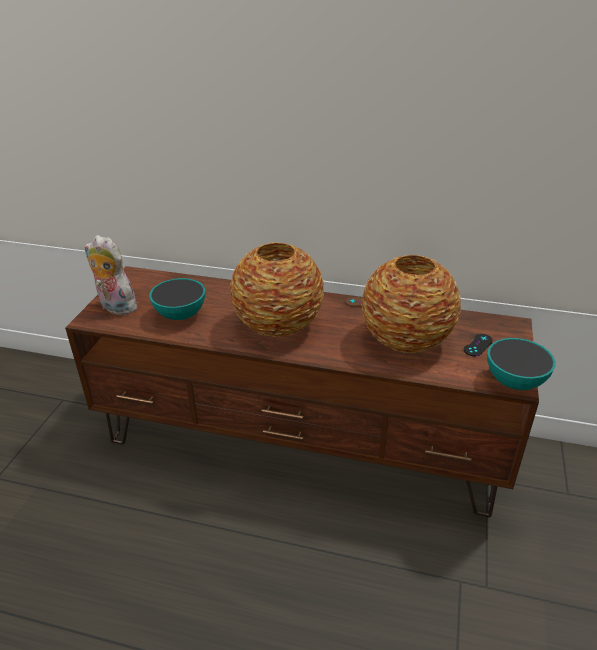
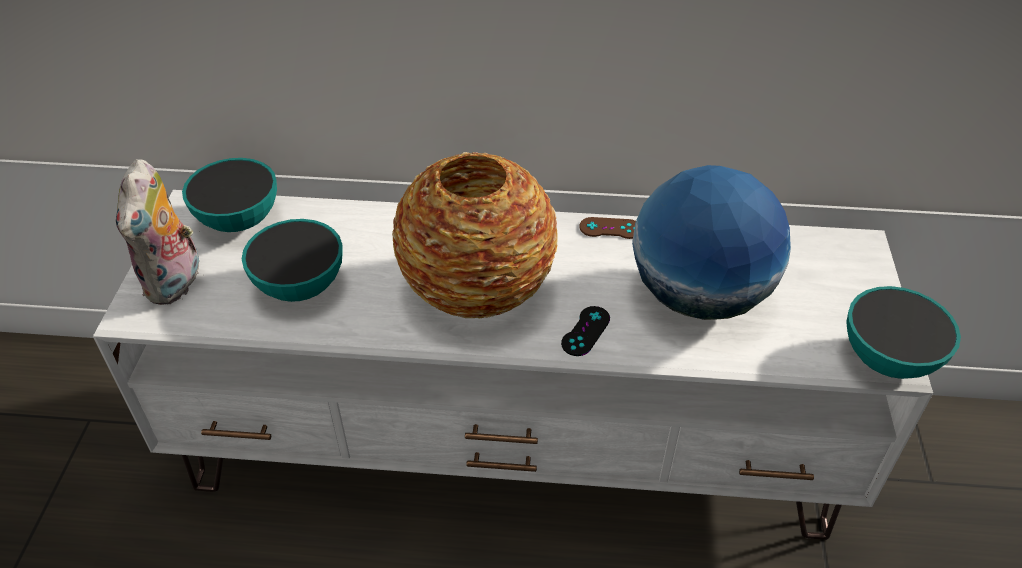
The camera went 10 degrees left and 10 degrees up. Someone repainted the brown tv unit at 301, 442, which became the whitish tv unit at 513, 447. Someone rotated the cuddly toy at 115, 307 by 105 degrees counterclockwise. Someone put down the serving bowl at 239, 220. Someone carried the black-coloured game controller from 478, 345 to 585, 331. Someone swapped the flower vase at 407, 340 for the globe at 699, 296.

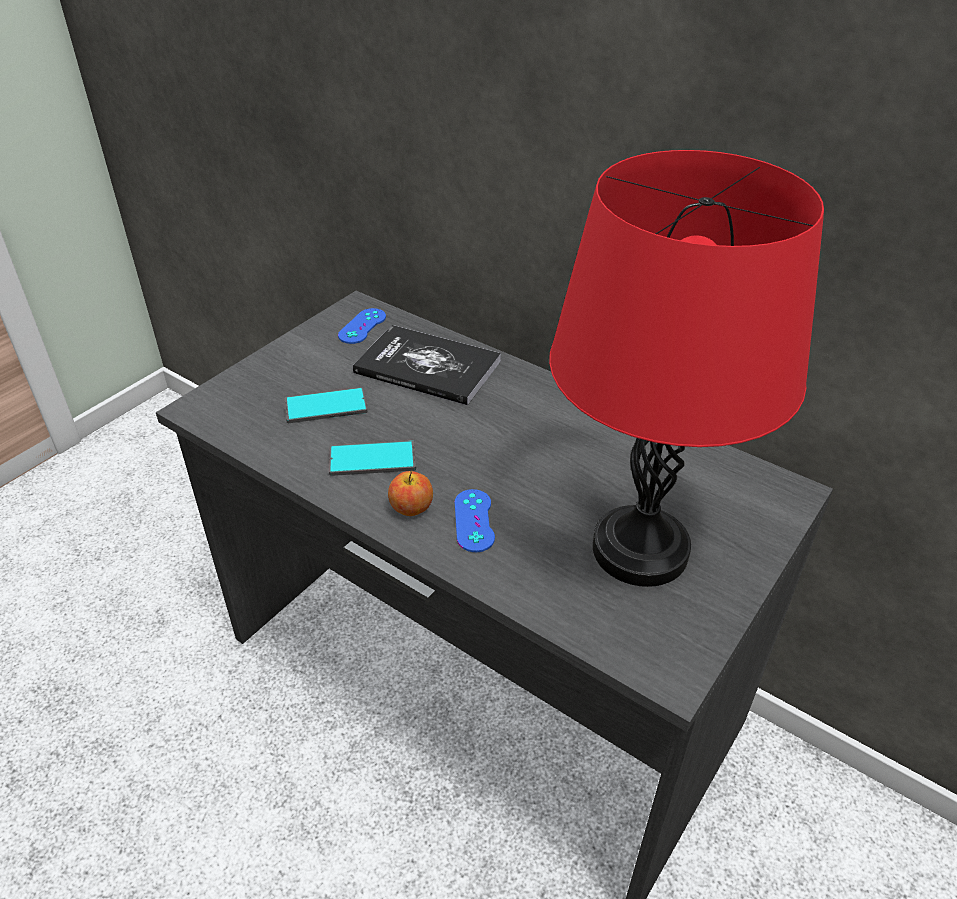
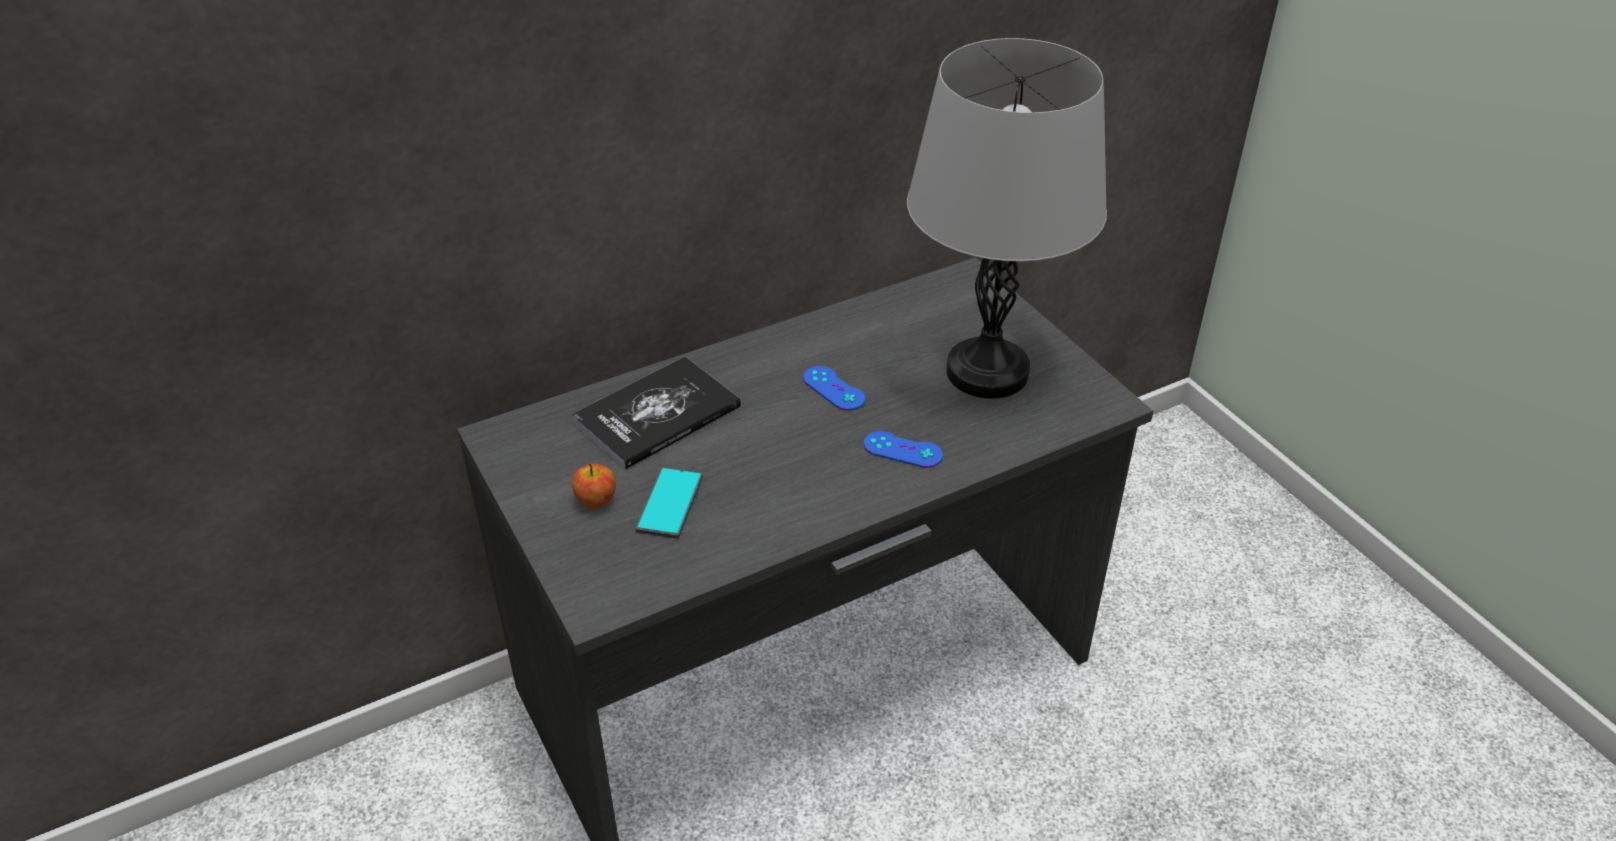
The camera went 65 degrees left and 0 degrees up. Someone carried the whole apple from 411, 508 to 596, 500. Someone carried the bluish game controller from 362, 326 to 834, 388. Someone repainted the reddish table lamp at 640, 550, which became the greyish table lamp at 987, 372. Someone took away the telephone at 372, 459.

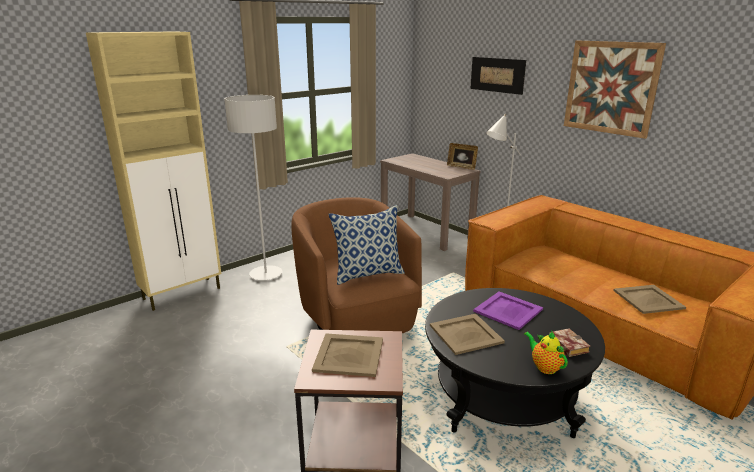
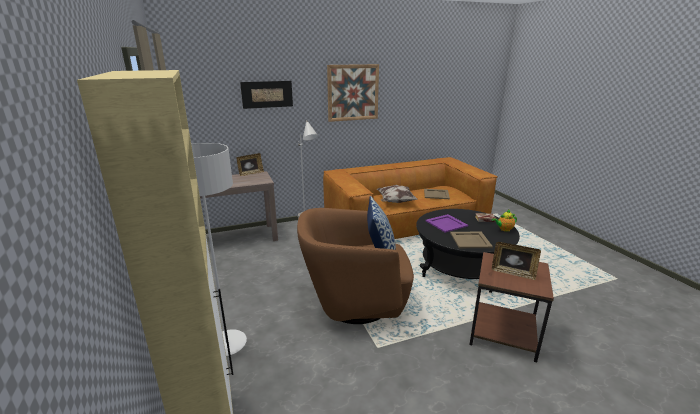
The camera went 70 degrees left and 0 degrees up. Someone put down the cushion at 395, 202. Someone swapped the beige-coloured carrying tray at 349, 355 for the picture frame at 513, 273.

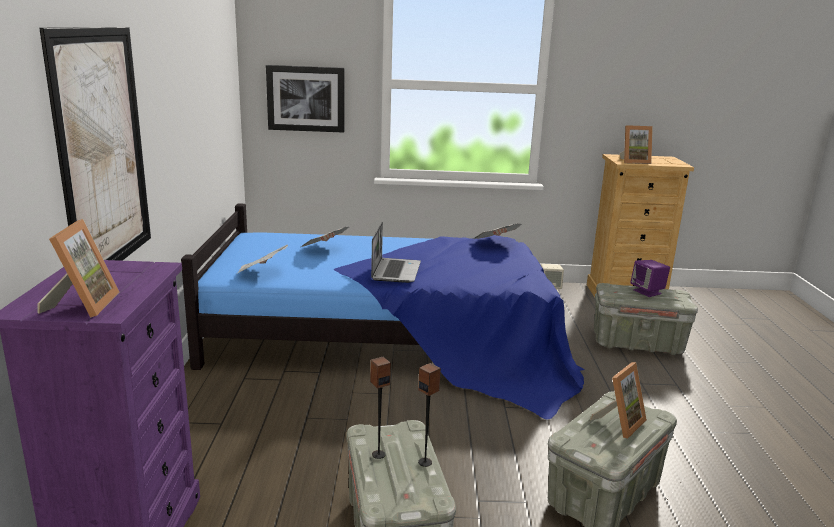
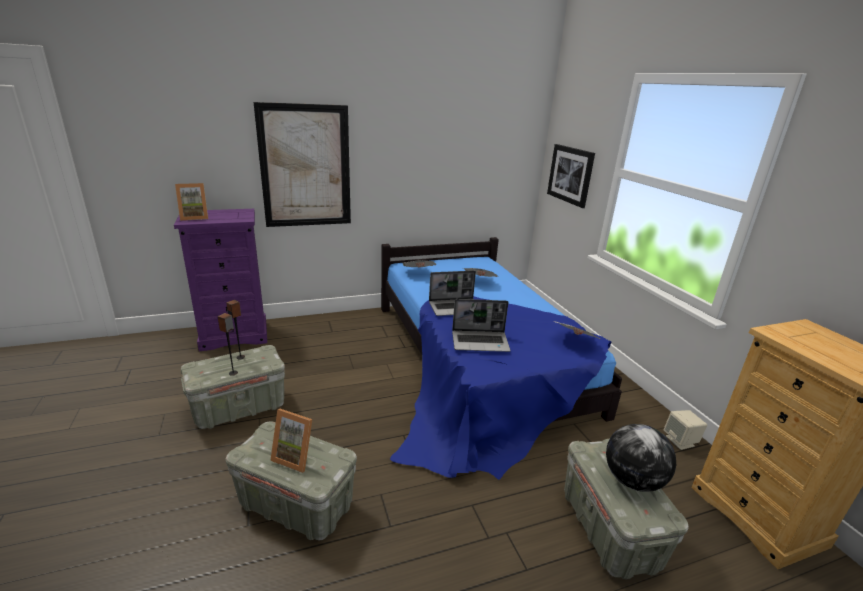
The camera went 70 degrees right and 5 degrees up. Someone put down the laptop at 480, 342. Someone swapped the purple speaker at 647, 292 for the globe at 633, 481. Someone took away the picture frame at 634, 162.

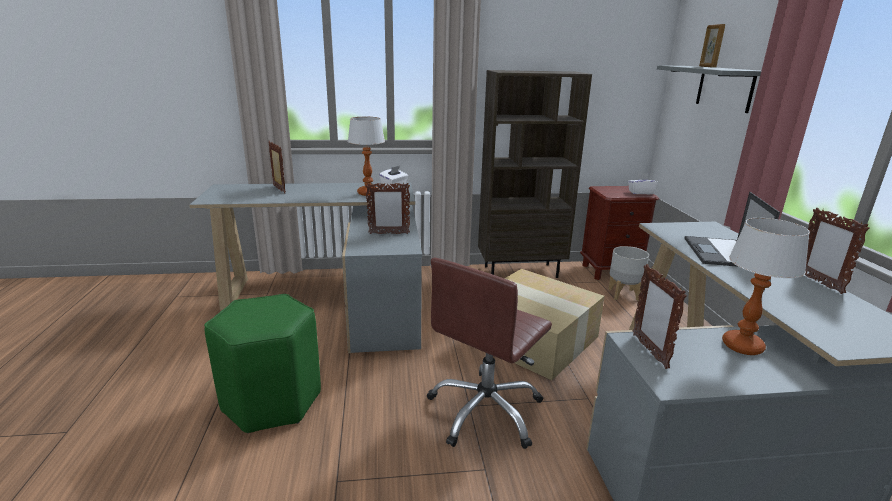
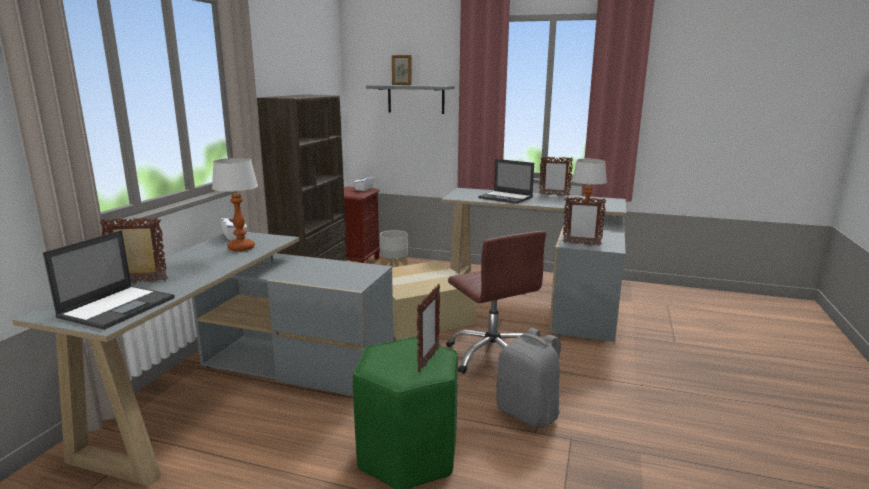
The camera went 65 degrees left and 5 degrees down. Someone put down the laptop at 118, 307. Someone carried the picture frame from 388, 233 to 428, 360. Someone put down the greyish knapsack at 528, 413.

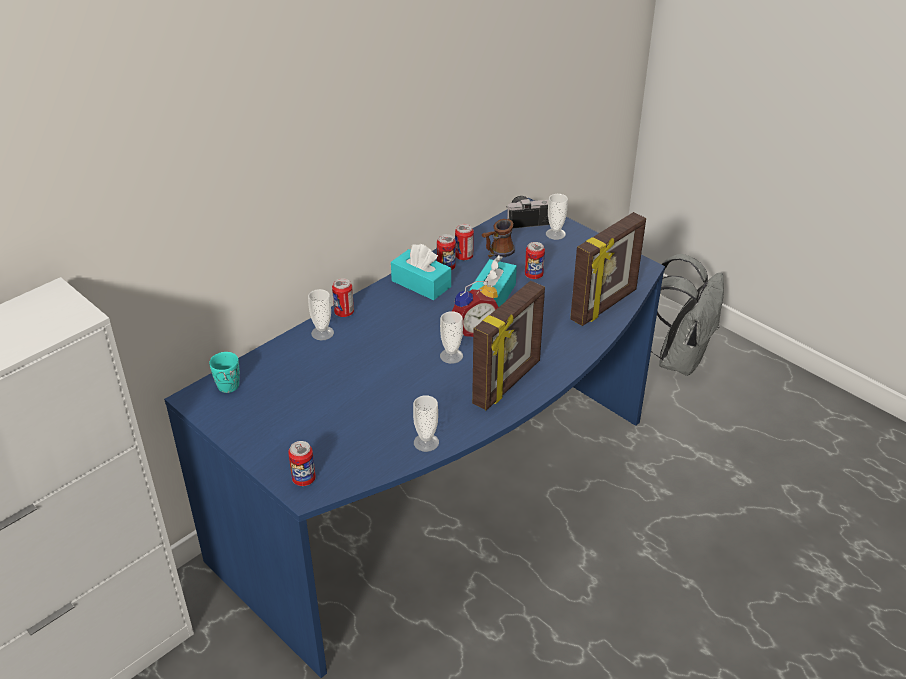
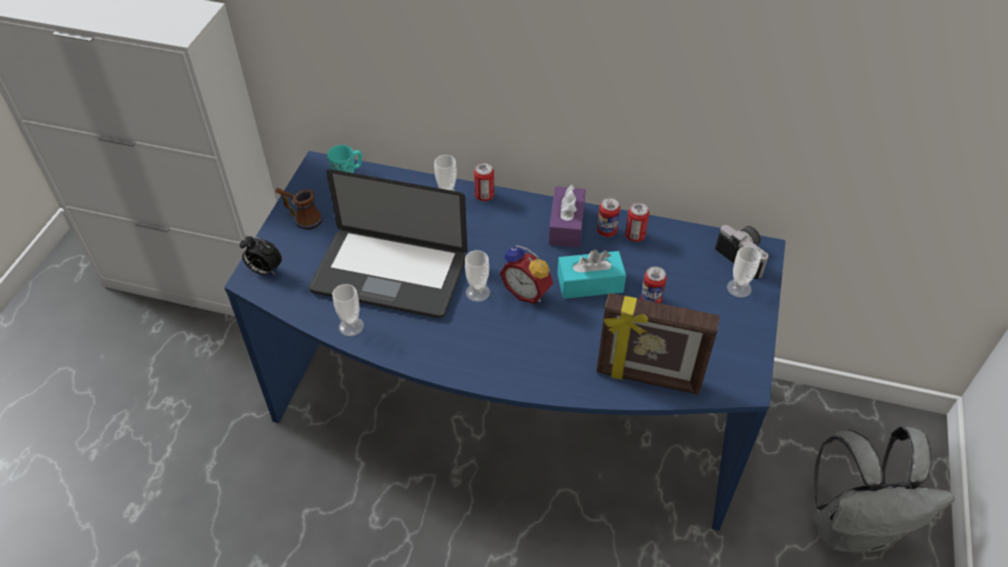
The camera went 60 degrees right and 10 degrees up. Someone swapped the can at 304, 479 for the bedside clock at 264, 270. Someone carried the coffee mug from 497, 253 to 302, 218. Someone put down the laptop at 389, 275. Someone repainted the turquoise tissue holder at 421, 284, which became the purple tissue holder at 566, 225. Someone took away the picture frame at 508, 383.

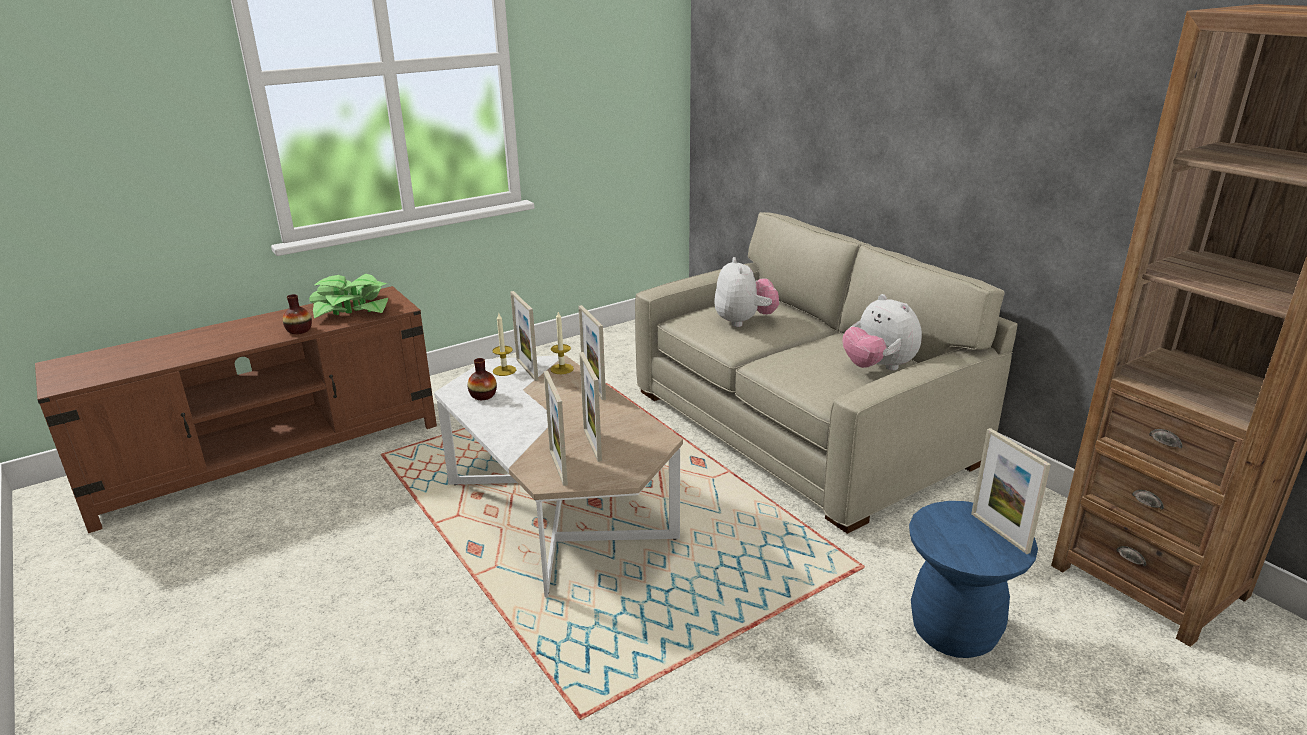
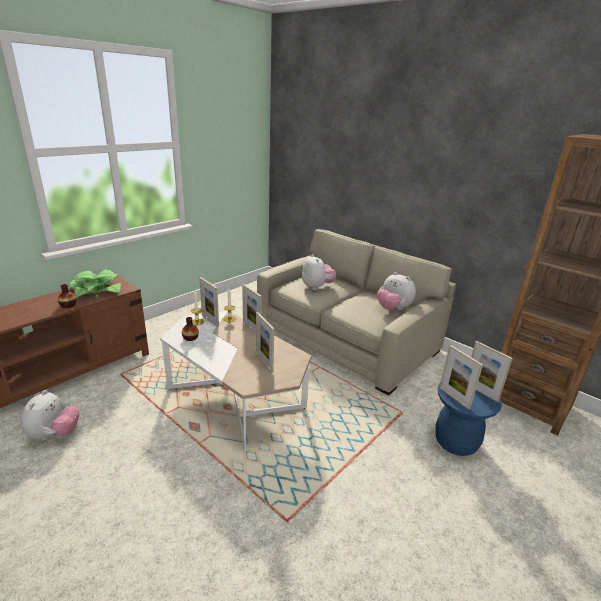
The camera went 15 degrees left and 0 degrees up. Someone put down the cuddly toy at 54, 434. Someone carried the picture frame from 558, 467 to 454, 398.

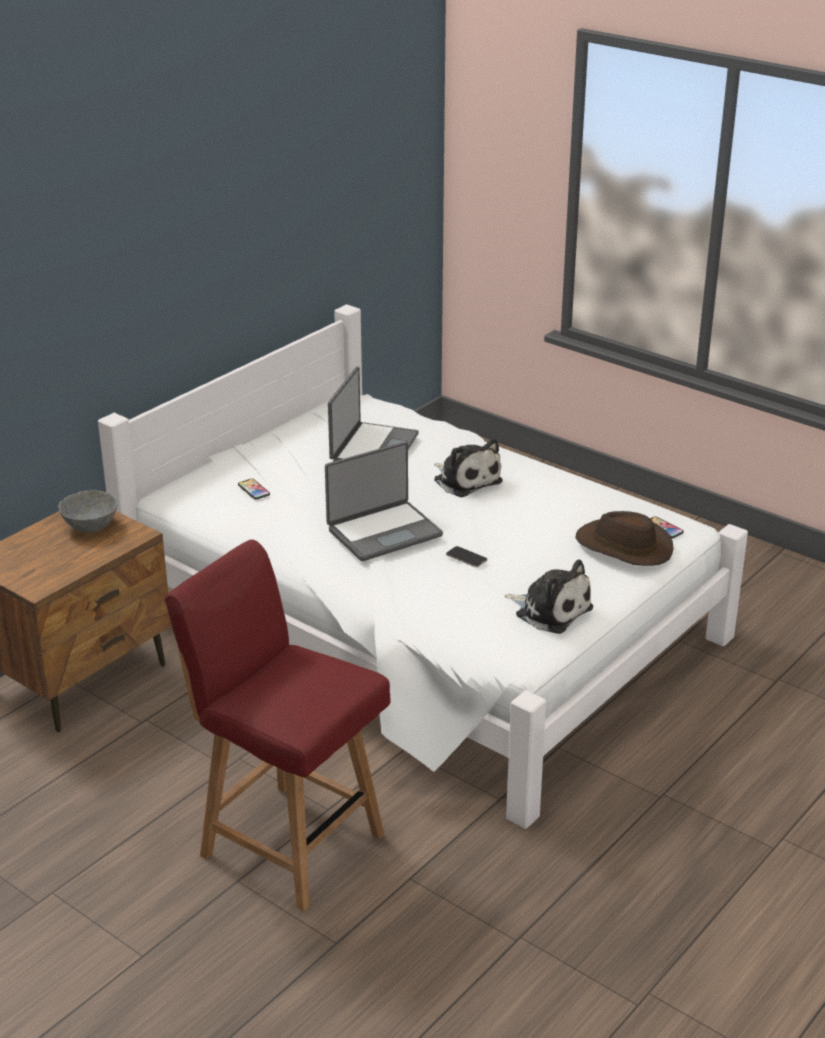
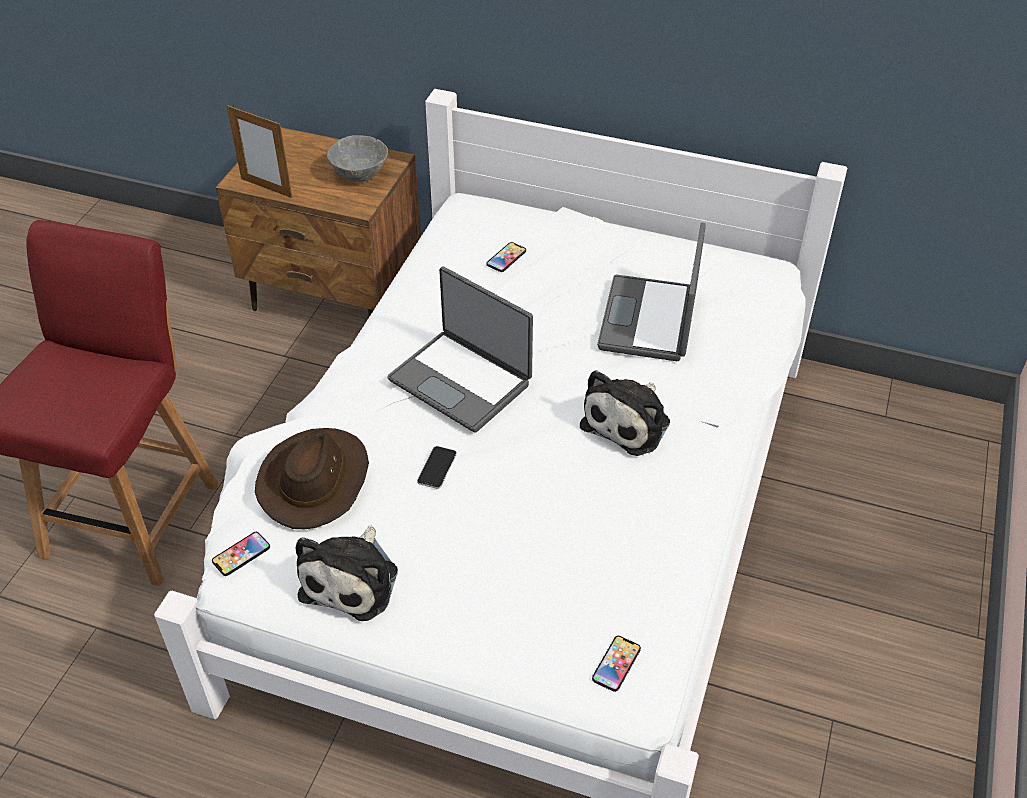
The camera went 70 degrees right and 15 degrees up. Someone put down the telephone at 241, 554. Someone put down the picture frame at 266, 188. Someone carried the brown clothing hat from 623, 547 to 315, 480. Someone rotated the laptop at 372, 449 by 105 degrees clockwise.

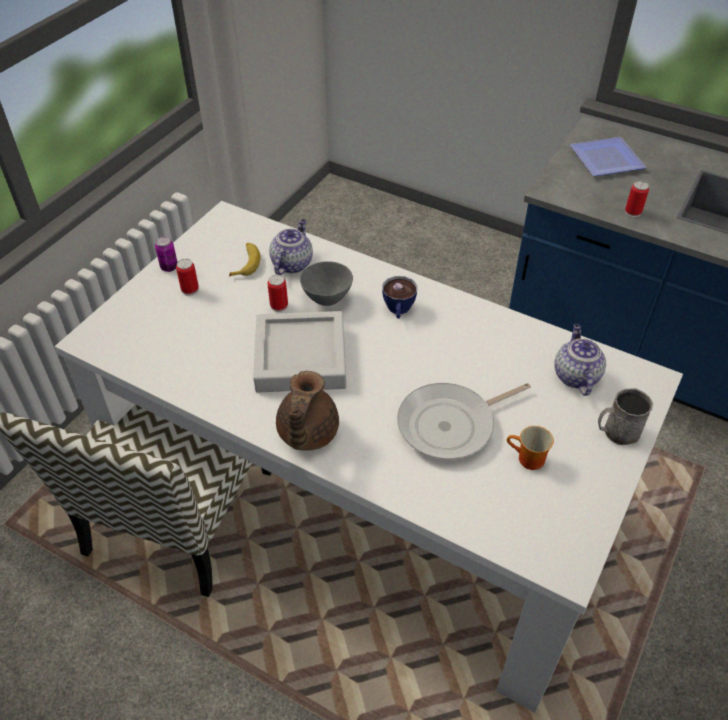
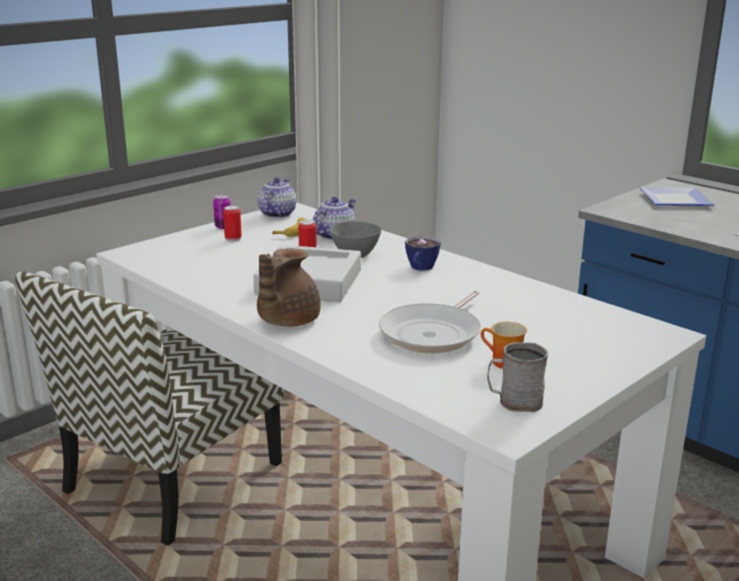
The camera went 15 degrees right and 25 degrees down. Someone carried the tea pot from 575, 375 to 277, 214. Someone rotated the pan at 451, 425 by 45 degrees counterclockwise. Someone carried the greyish coffee mug from 616, 432 to 514, 402. Someone took away the can at 632, 212.

